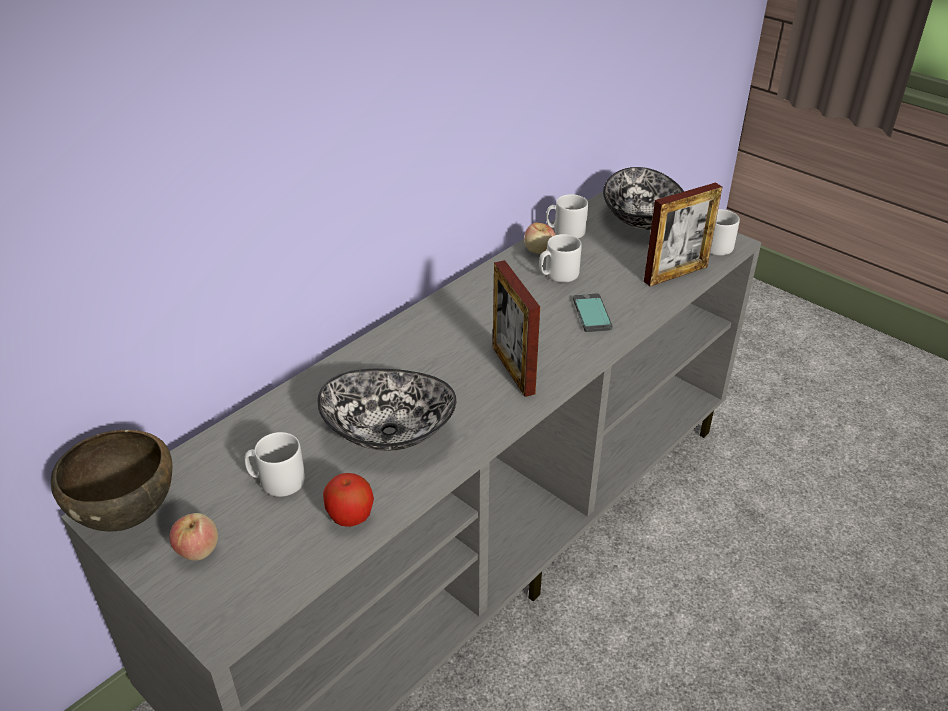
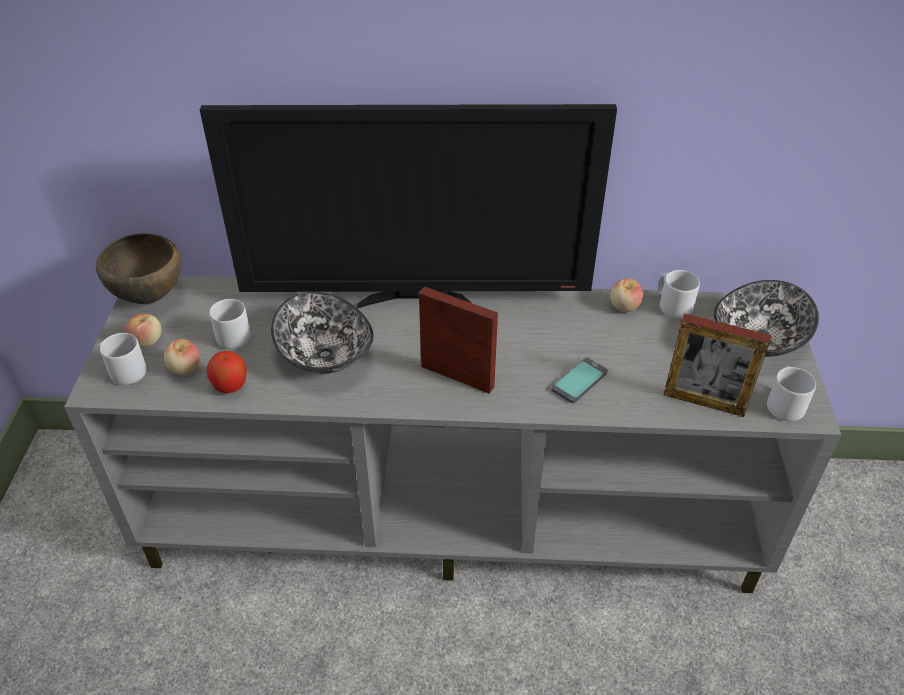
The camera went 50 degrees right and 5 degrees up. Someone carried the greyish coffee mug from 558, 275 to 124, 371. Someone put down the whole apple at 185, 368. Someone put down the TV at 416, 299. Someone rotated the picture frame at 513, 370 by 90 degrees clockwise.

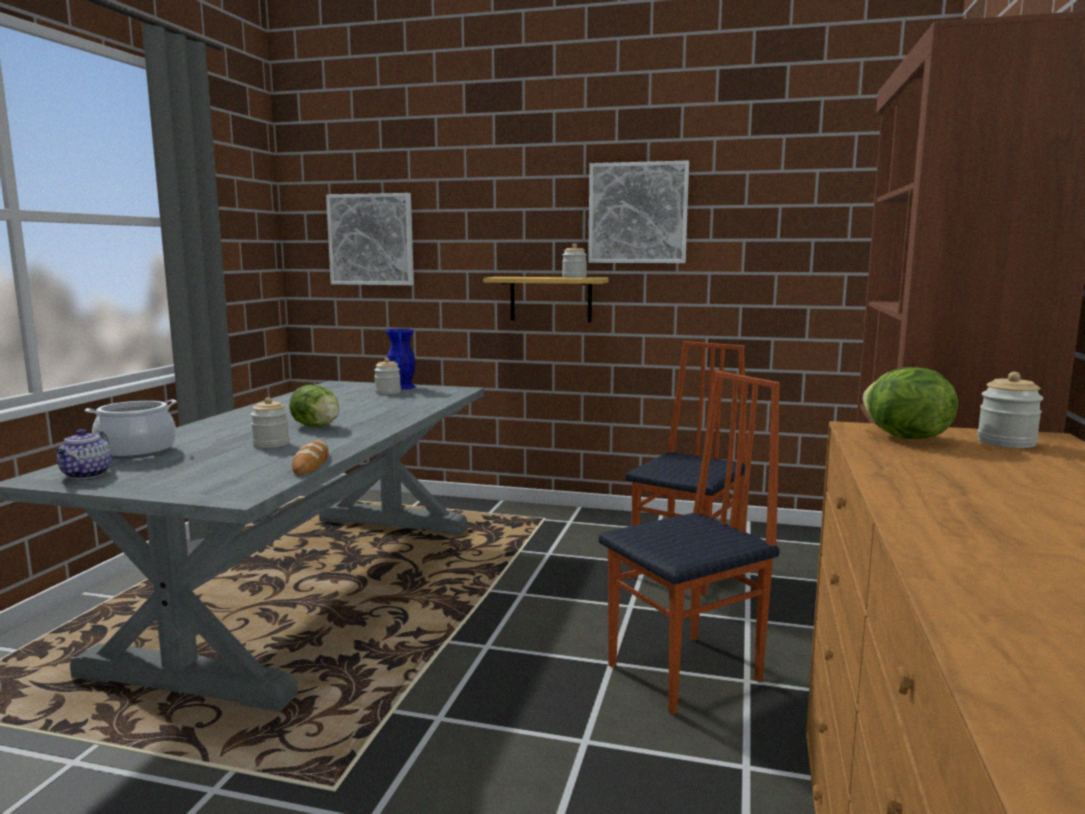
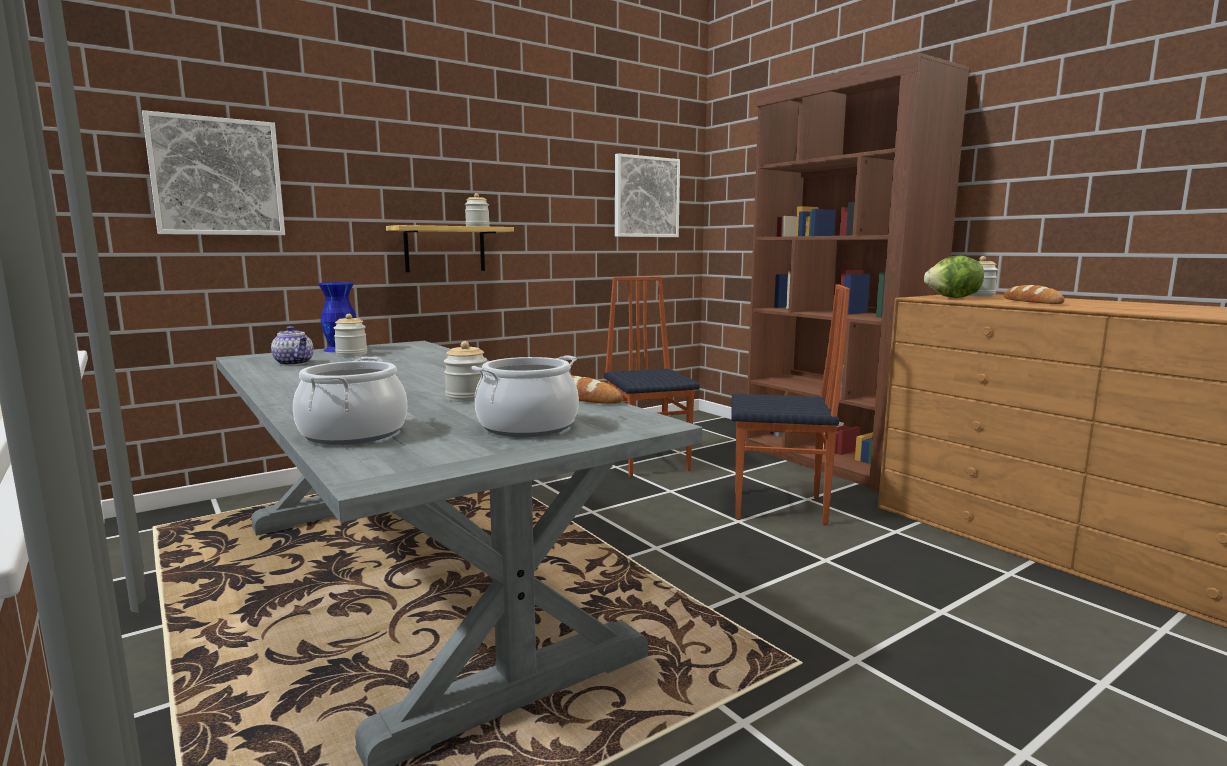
The camera went 50 degrees left and 0 degrees up. Someone carried the tea pot from 86, 475 to 294, 363. Someone put down the stockpot at 527, 426. Someone carried the wall picture from 638, 213 to 646, 197. Someone rotated the upright chair at 687, 673 by 90 degrees clockwise. Someone put down the bread at 1032, 301. Someone took away the lettuce at 316, 426.

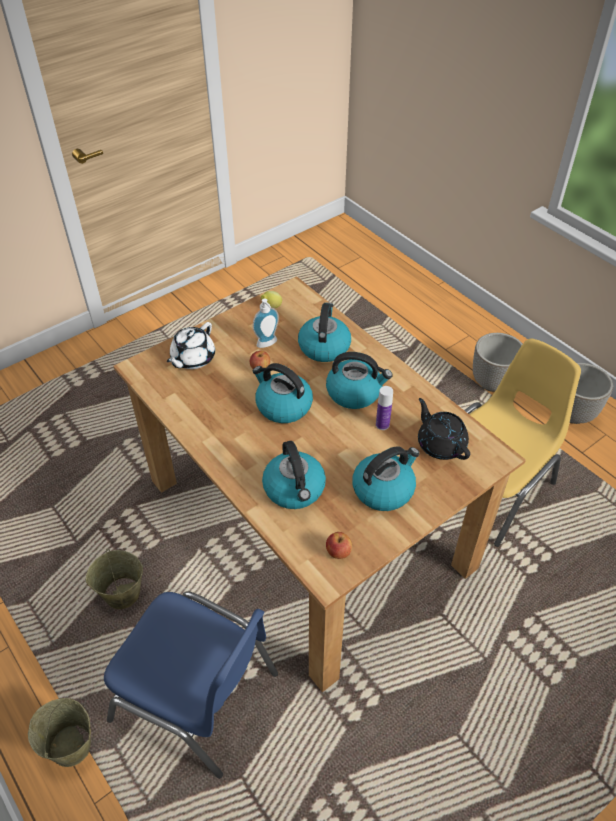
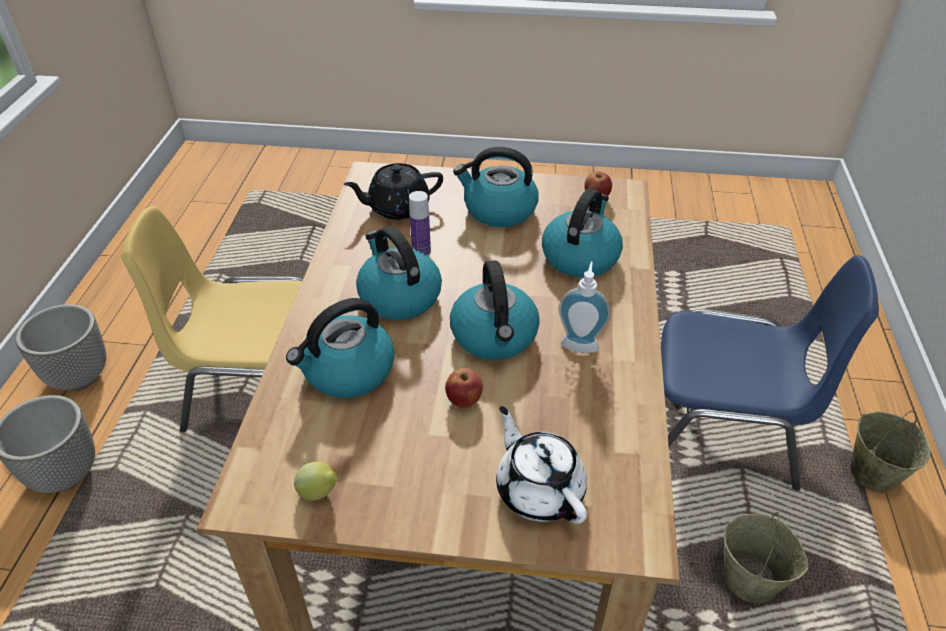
The camera went 135 degrees left and 5 degrees down. Someone rotated the black-coloured tea pot at 440, 444 by 60 degrees clockwise. Someone rotated the whitish tea pot at 192, 359 by 105 degrees counterclockwise. Someone carried the liquid soap bottle from 268, 344 to 580, 342. Someone rotated the bluish upright chair at 197, 696 by 120 degrees clockwise.

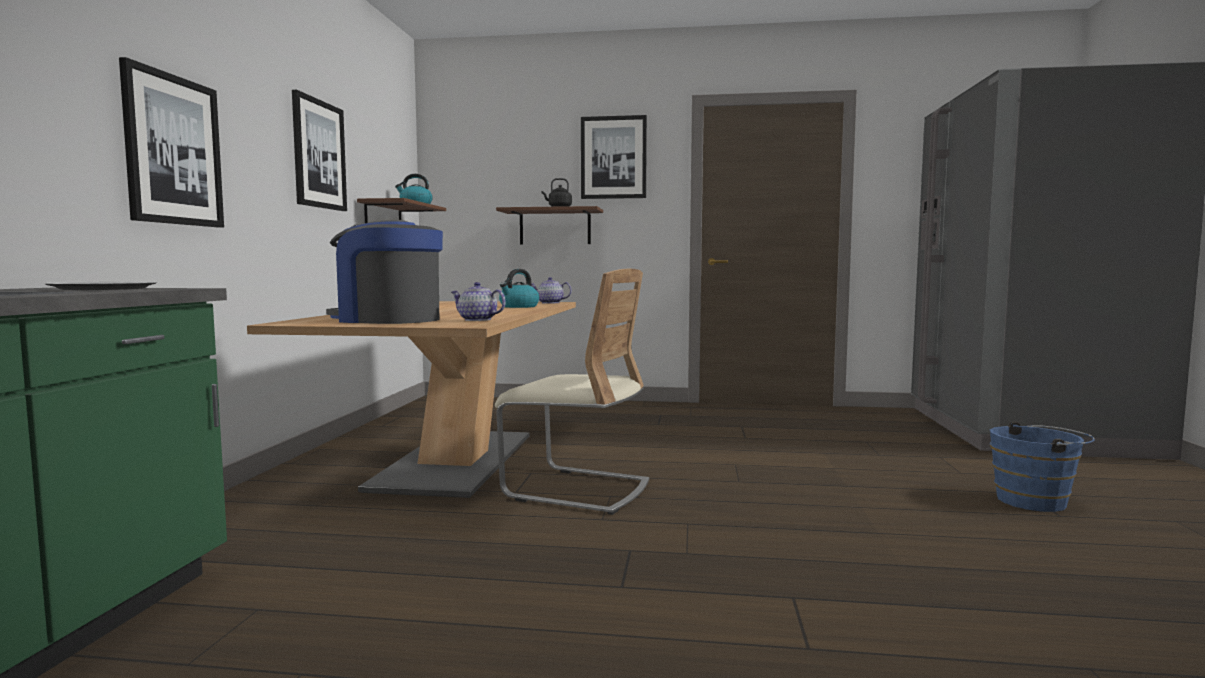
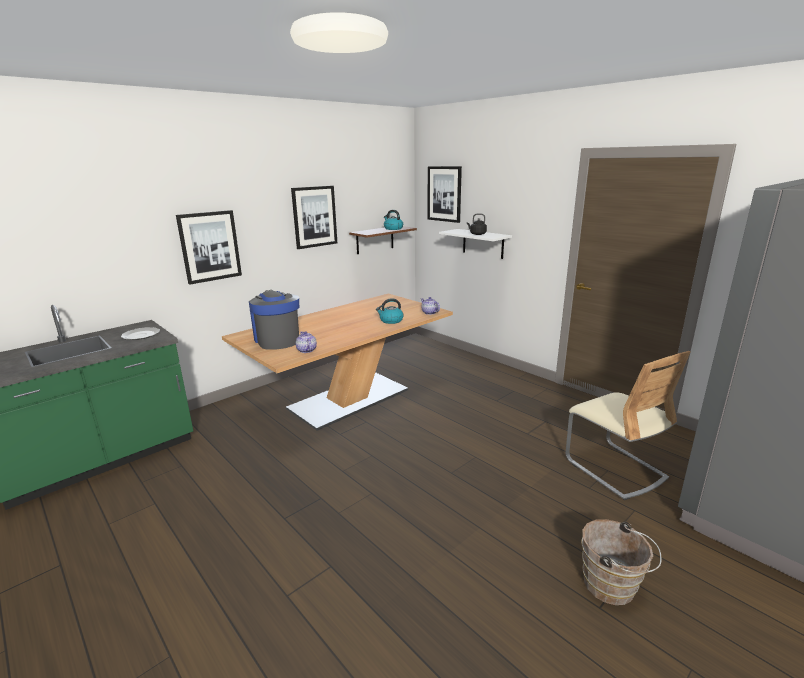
The camera went 40 degrees right and 15 degrees up. Someone carried the wall picture from 613, 157 to 444, 194. Someone repainted the brown bracket shelf at 555, 227, which became the whitish bracket shelf at 483, 243. Someone carried the beige-coloured upright chair from 577, 490 to 614, 469. Someone repainted the bluish water bucket at 1036, 501, which became the brown water bucket at 612, 587.

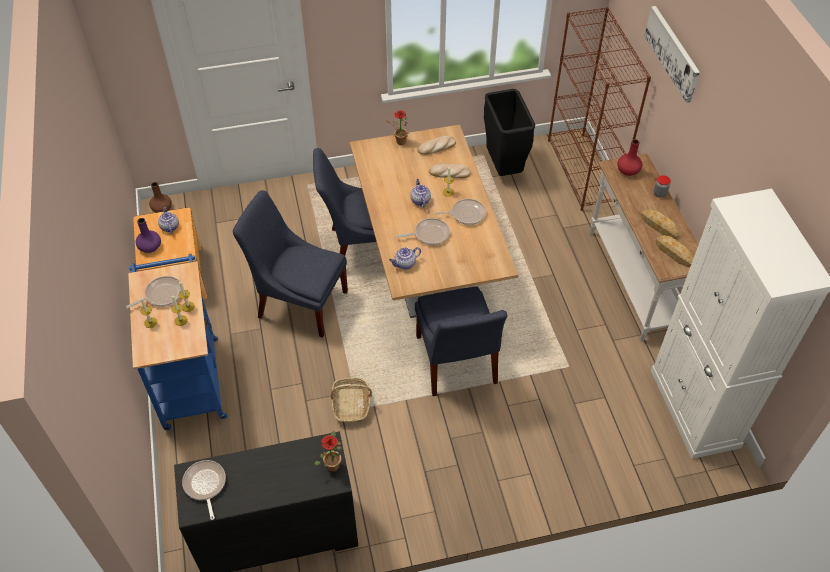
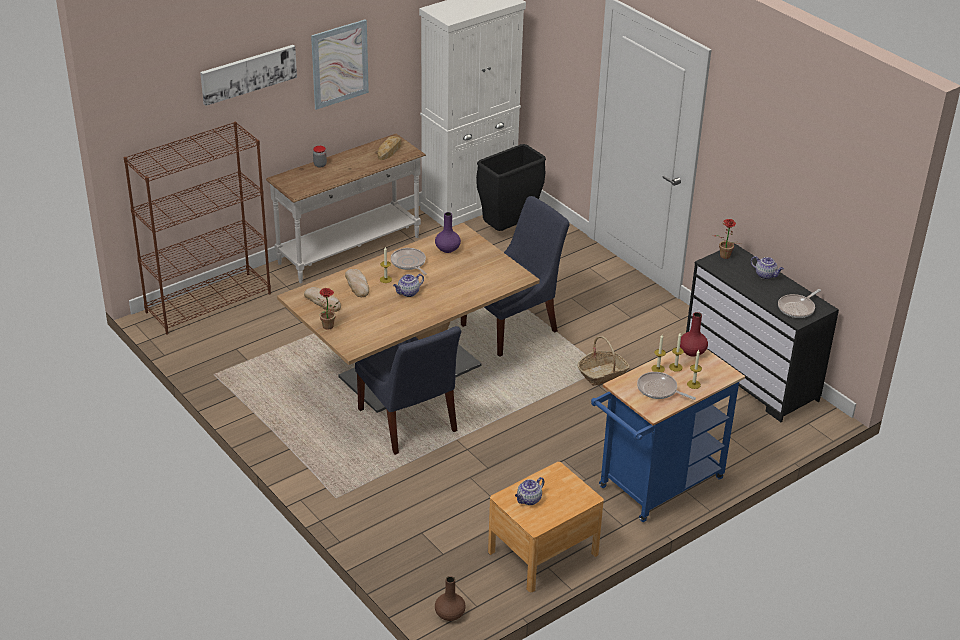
The camera went 115 degrees left and 15 degrees down. Someone put up the wall picture at 339, 64. Someone carried the purple flower vase from 150, 247 to 447, 249. Someone carried the black-coloured rubbish bin from 503, 168 to 509, 230. Someone carried the reddish flower vase from 628, 171 to 692, 351. Someone carried the tea pot from 404, 264 to 766, 275. Someone took away the bluish upright chair at 299, 302. Someone took away the pan at 429, 234. Someone took away the bread at 659, 226.

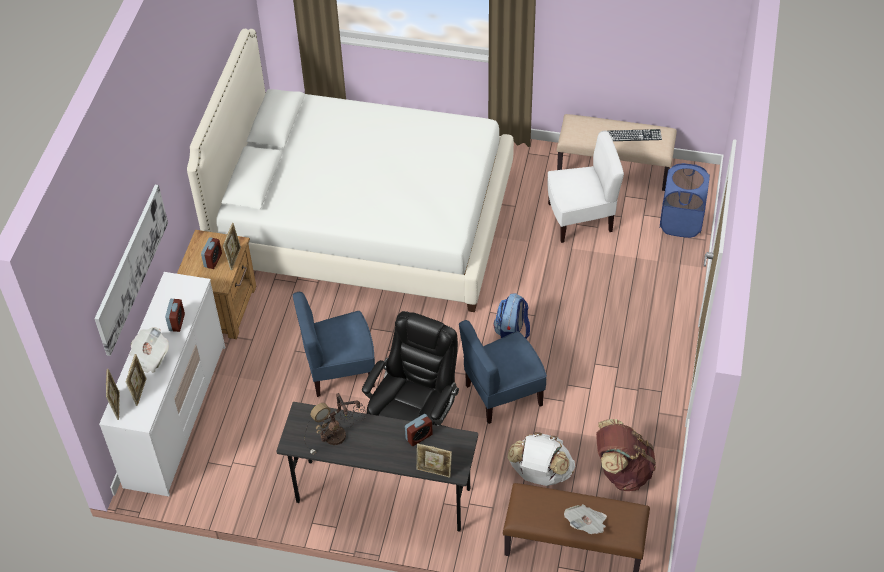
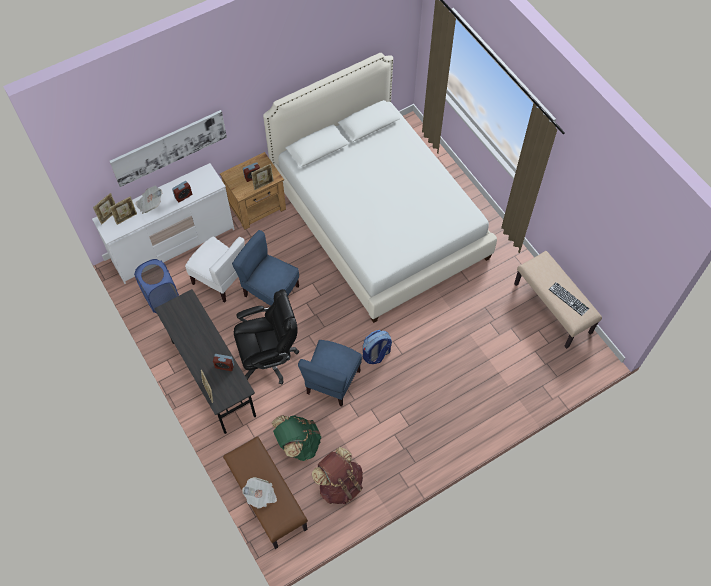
The camera went 45 degrees right and 10 degrees up. Someone carried the bluish washing basket from 681, 222 to 162, 298. Someone carried the whitish upright chair from 580, 219 to 220, 280. Someone repainted the whitish knapsack at 540, 474, which became the greenish knapsack at 298, 443. Someone rotated the bluish upright chair at 502, 394 by 90 degrees counterclockwise. Someone took away the table lamp at 337, 436.

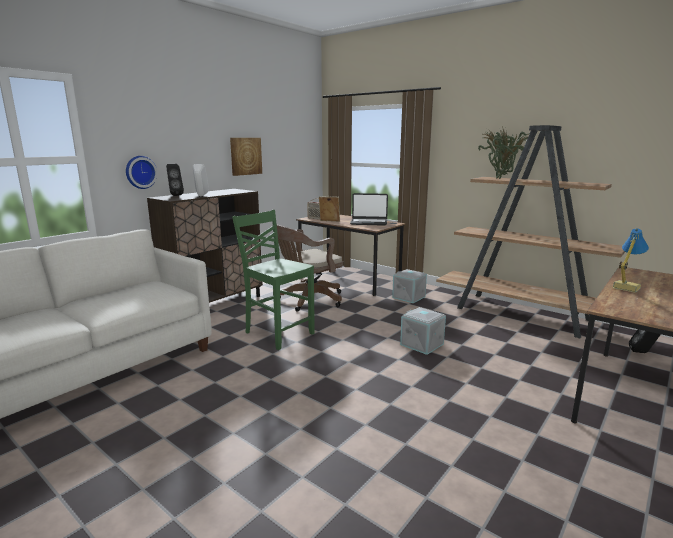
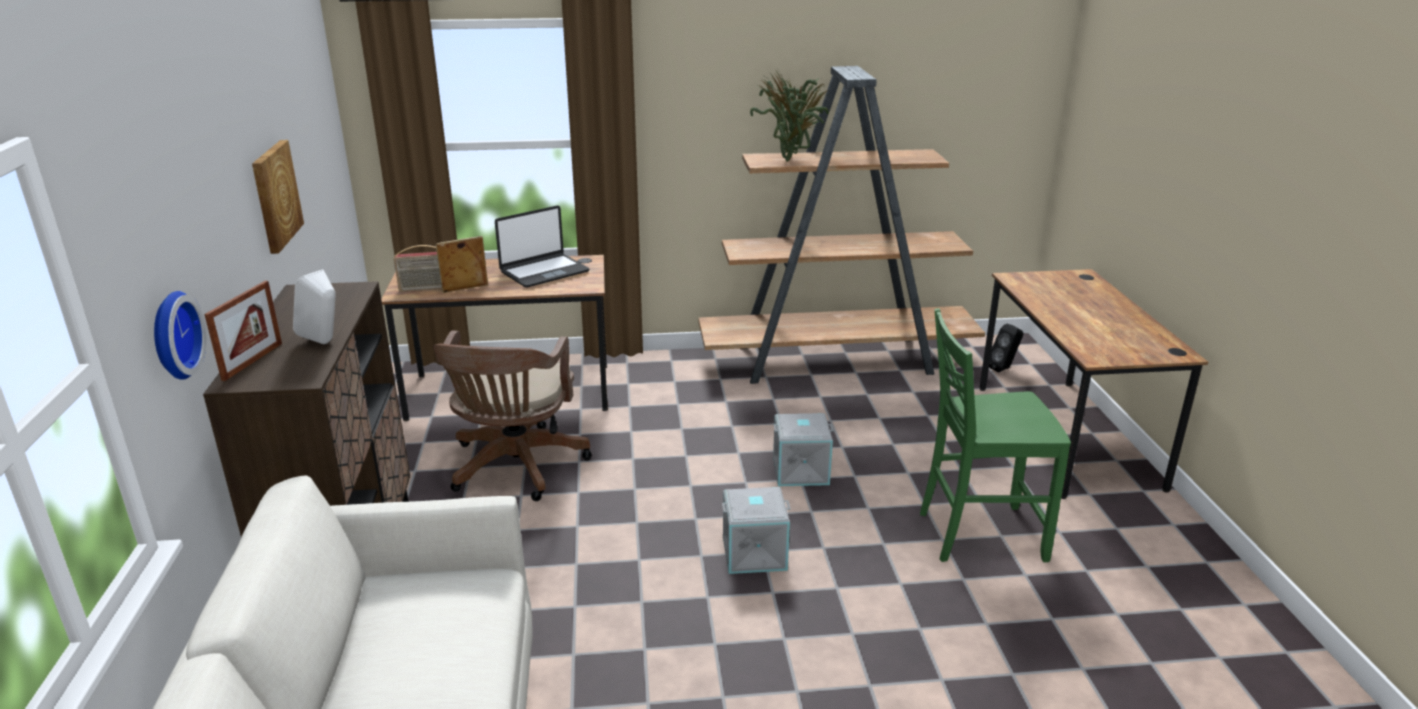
The camera went 45 degrees left and 10 degrees up. Someone swapped the black-coloured speaker at 175, 195 for the picture frame at 252, 361. Someone carried the greyish storage container from 409, 297 to 754, 552. Someone carried the greenish upright chair from 278, 333 to 978, 534. Someone took away the table lamp at 625, 287.

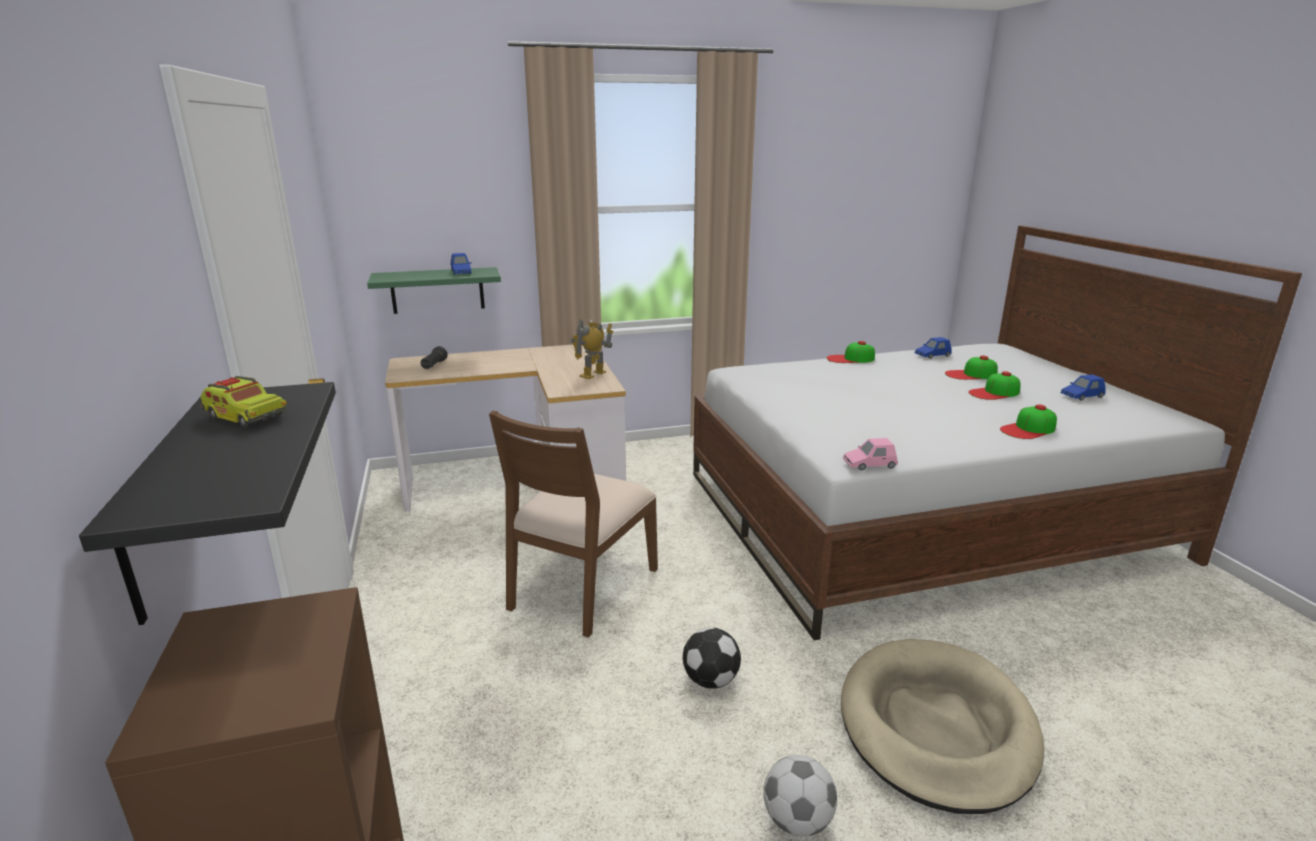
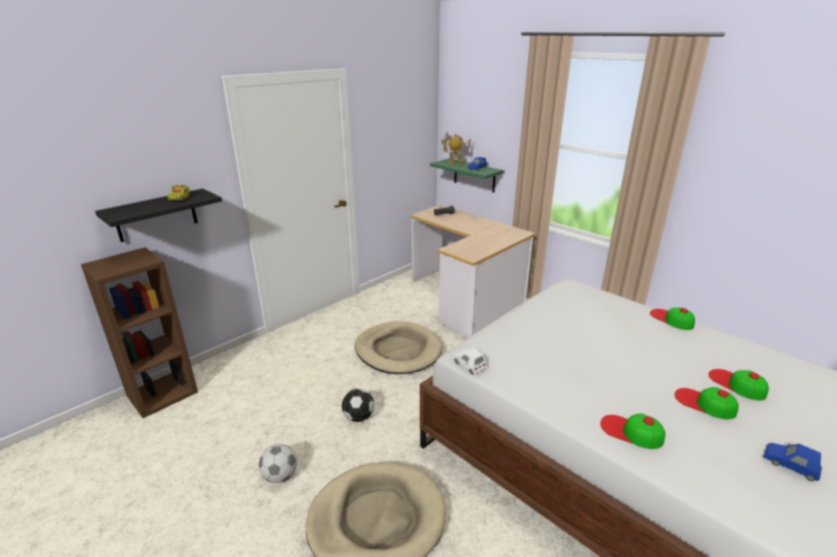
The camera went 60 degrees right and 5 degrees up. Someone swapped the brown upright chair at 581, 588 for the beige-coloured dog cushion at 398, 351. Someone carried the robot figure from 593, 374 to 455, 164. Someone repainted the pink toy car at 869, 464, which became the whitish toy car at 468, 364. Someone took away the bluish toy car at 932, 355.

